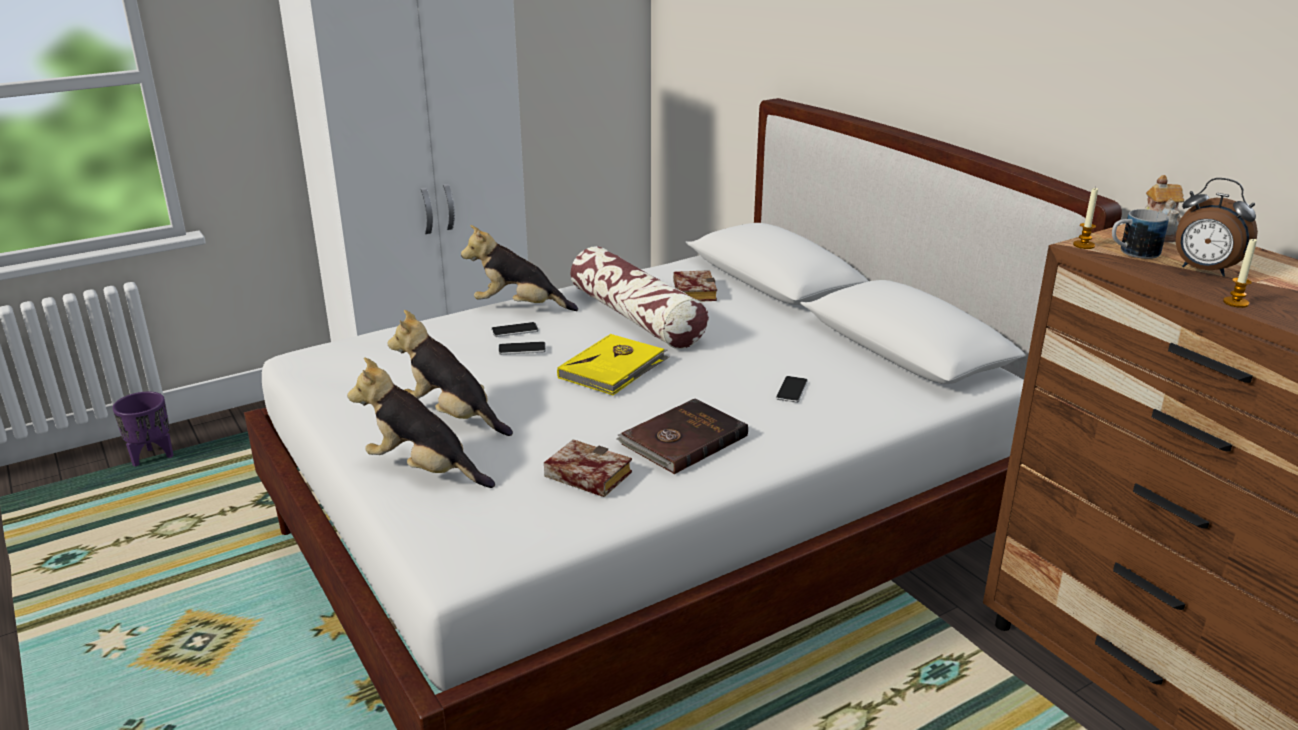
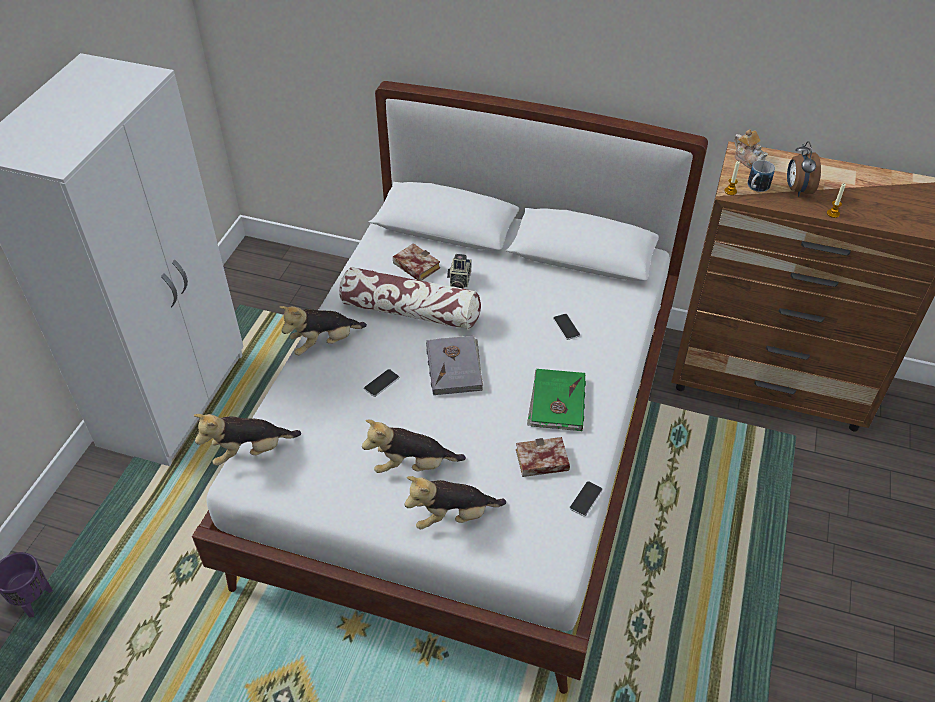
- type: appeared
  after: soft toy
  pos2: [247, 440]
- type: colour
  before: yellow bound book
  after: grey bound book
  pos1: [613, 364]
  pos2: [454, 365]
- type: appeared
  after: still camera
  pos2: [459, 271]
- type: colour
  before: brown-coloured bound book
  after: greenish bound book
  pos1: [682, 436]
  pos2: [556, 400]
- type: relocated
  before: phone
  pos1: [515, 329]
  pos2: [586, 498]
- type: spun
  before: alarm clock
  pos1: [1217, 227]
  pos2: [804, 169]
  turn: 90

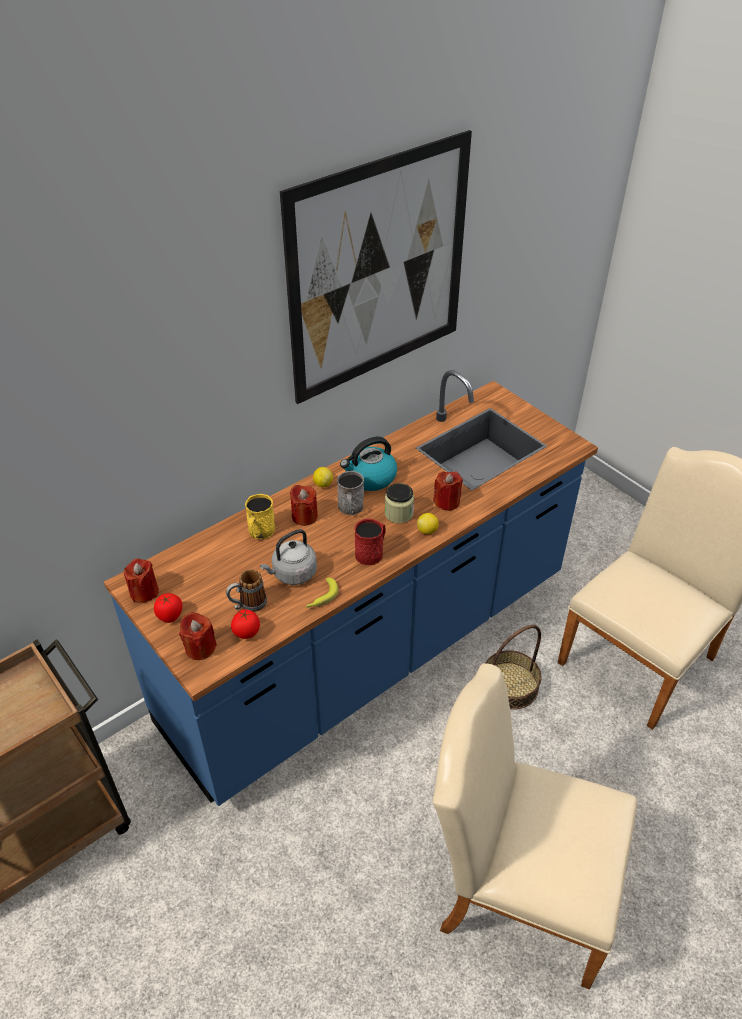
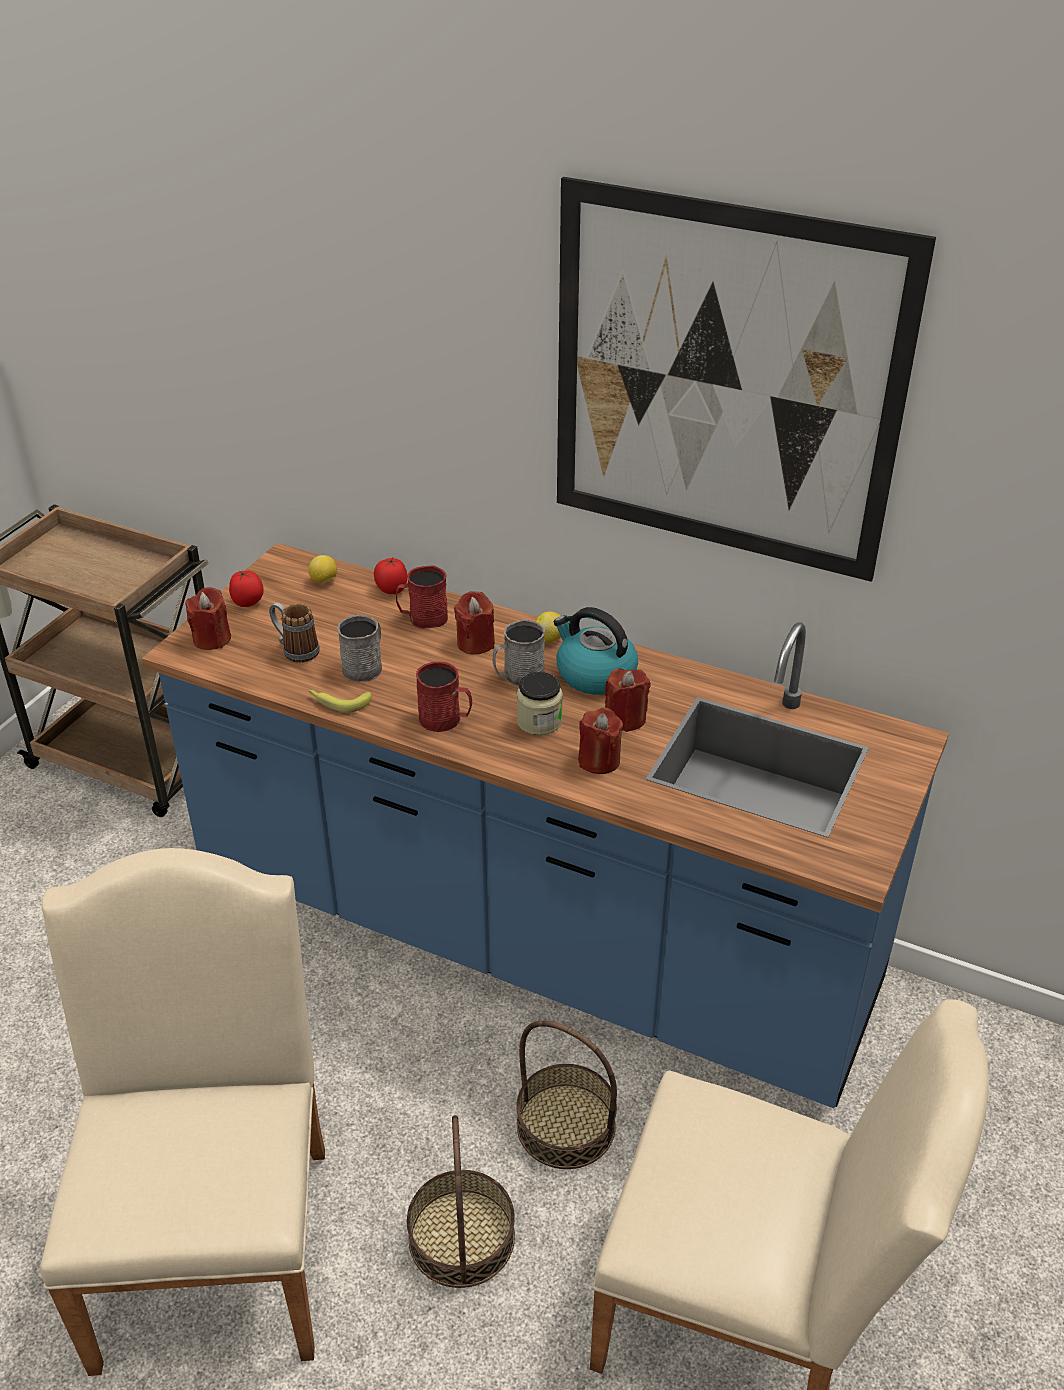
- type: relocated
  before: whole lemon
  pos1: [428, 523]
  pos2: [322, 569]
- type: exchanged
  before: grey tea kettle
  after: grey tea mug
  pos1: [288, 557]
  pos2: [359, 648]
- type: relocated
  before: fresh tomato
  pos1: [245, 624]
  pos2: [390, 576]
- type: colour
  before: yellow tea mug
  after: red tea mug
  pos1: [260, 516]
  pos2: [422, 597]
- type: appeared
  after: basket
  pos2: [461, 1201]
- type: relocated
  before: red candle
  pos1: [141, 581]
  pos2: [627, 700]

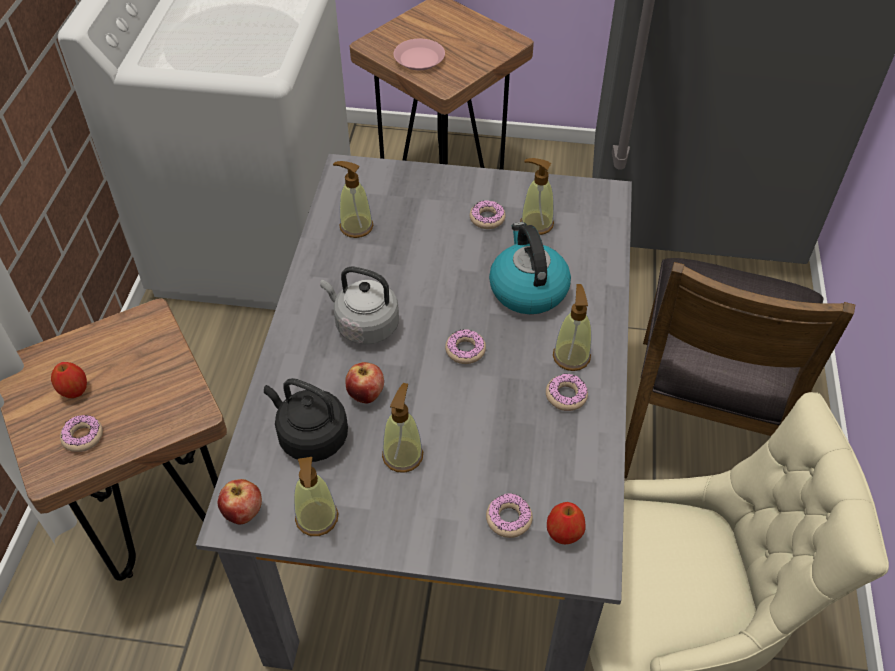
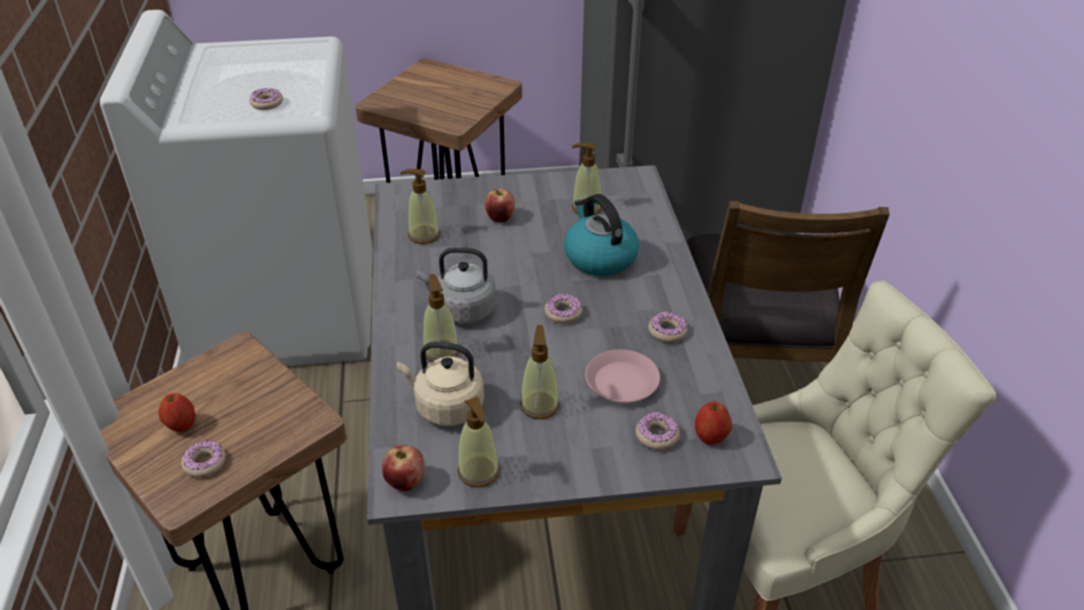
- type: relocated
  before: doughnut
  pos1: [487, 214]
  pos2: [266, 99]
- type: colour
  before: blackish tea kettle
  after: sand-coloured tea kettle
  pos1: [306, 420]
  pos2: [440, 384]
- type: relocated
  before: soap dispenser
  pos1: [572, 327]
  pos2: [441, 318]
- type: relocated
  before: whole apple
  pos1: [364, 382]
  pos2: [500, 205]
- type: relocated
  before: pink-coloured dinner plate
  pos1: [419, 54]
  pos2: [622, 376]

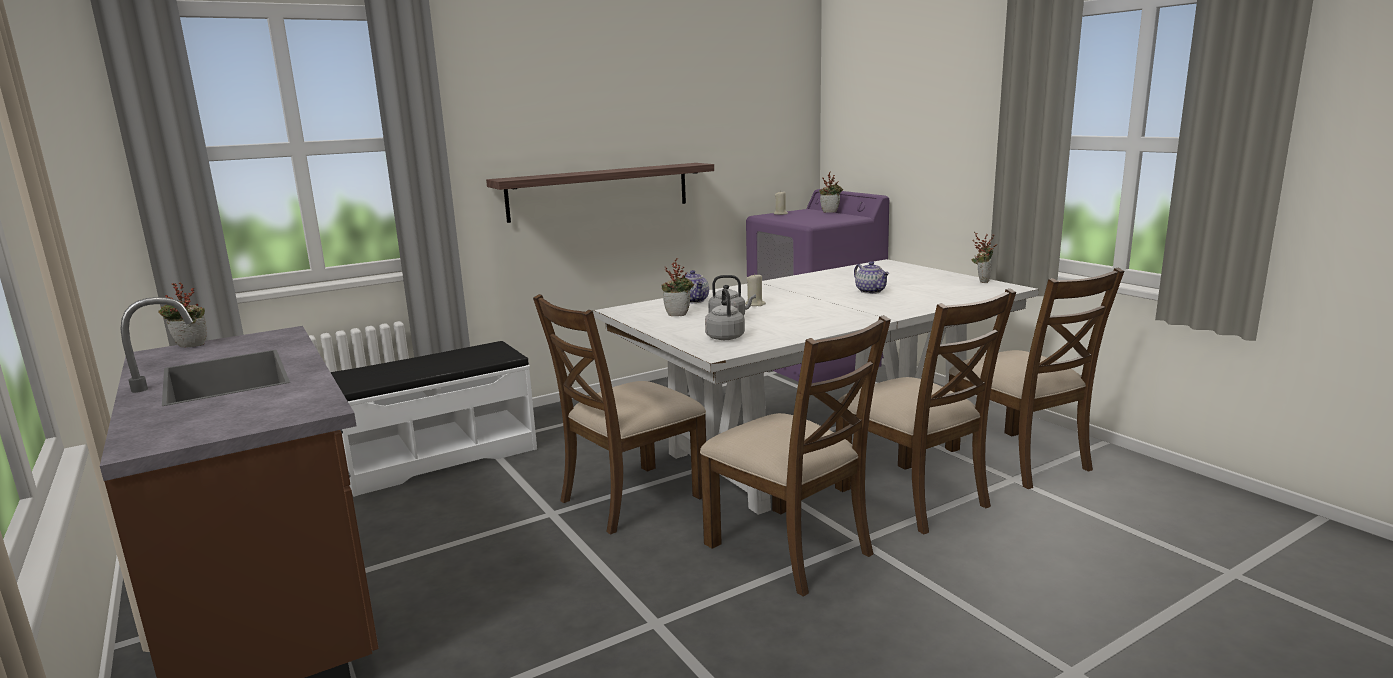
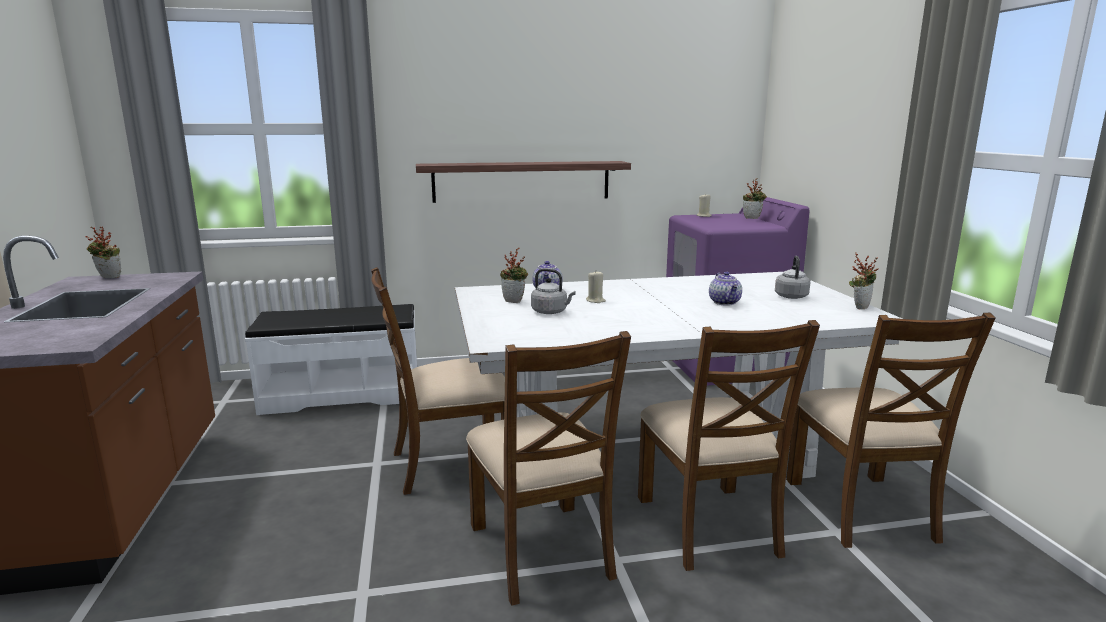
- type: relocated
  before: grey tea kettle
  pos1: [725, 314]
  pos2: [793, 277]

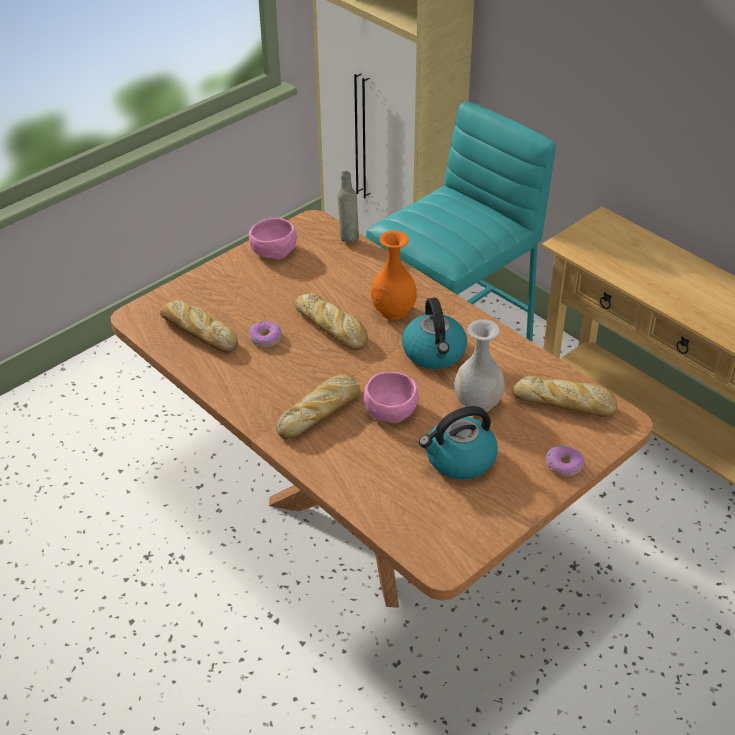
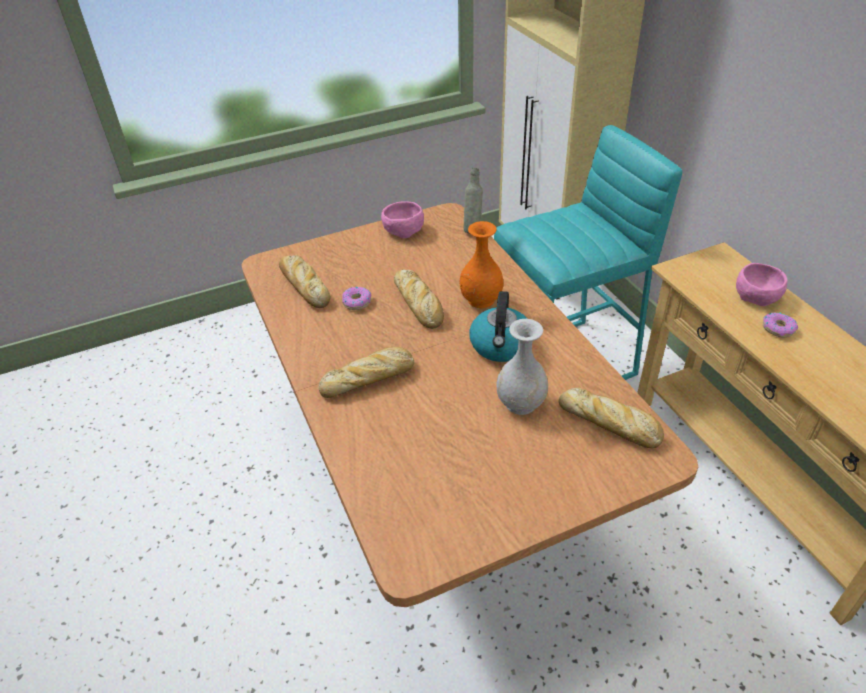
- type: relocated
  before: pink-coloured deep dish
  pos1: [391, 397]
  pos2: [762, 284]
- type: relocated
  before: doughnut
  pos1: [565, 461]
  pos2: [780, 324]
- type: missing
  before: tea kettle
  pos1: [458, 442]

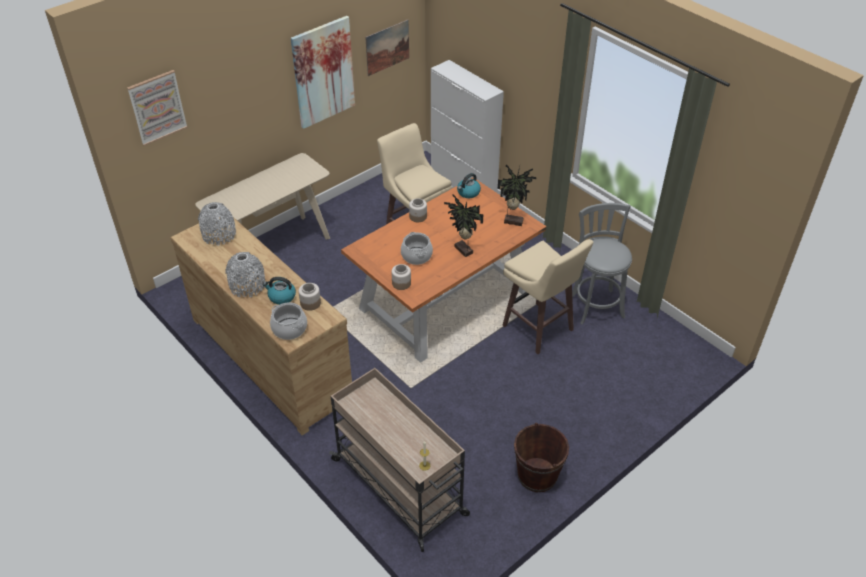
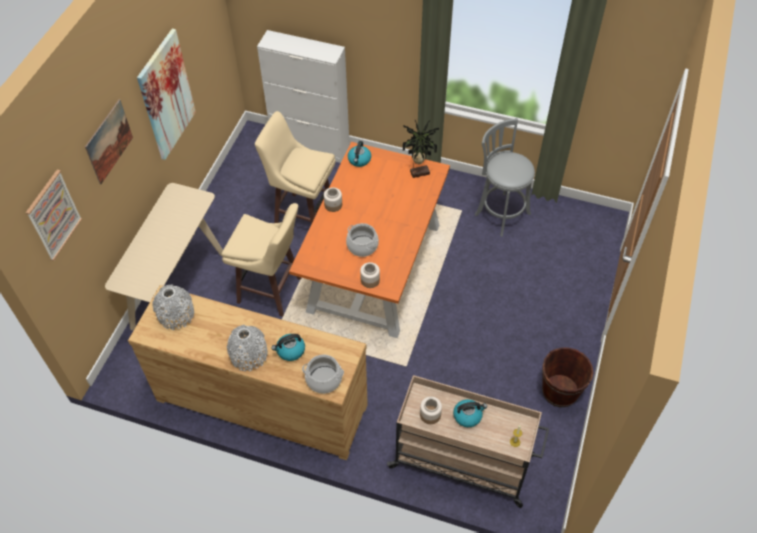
- type: relocated
  before: wall picture
  pos1: [387, 47]
  pos2: [109, 141]
- type: relocated
  before: sand-coloured sitting stool
  pos1: [548, 296]
  pos2: [261, 260]
- type: relocated
  before: preserve jar
  pos1: [310, 297]
  pos2: [431, 410]
- type: appeared
  after: tea kettle
  pos2: [470, 413]
- type: missing
  before: plant in a pot
  pos1: [463, 226]

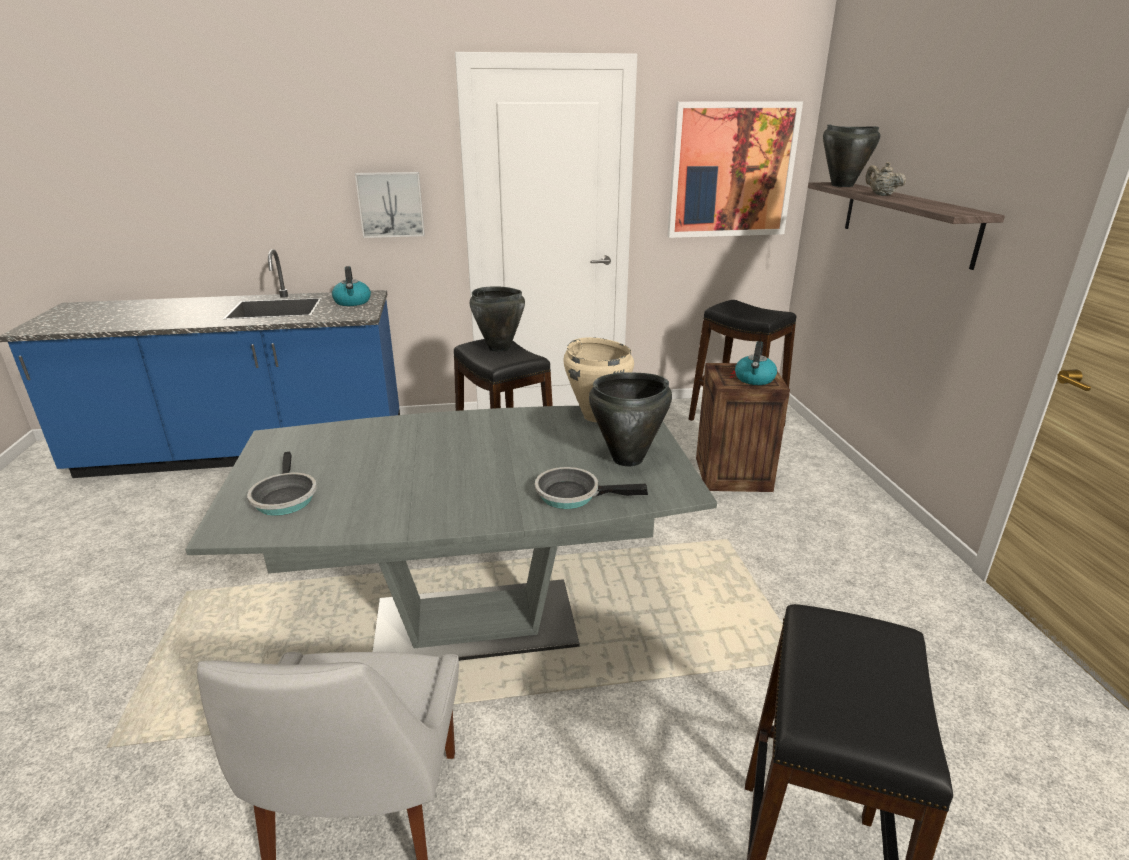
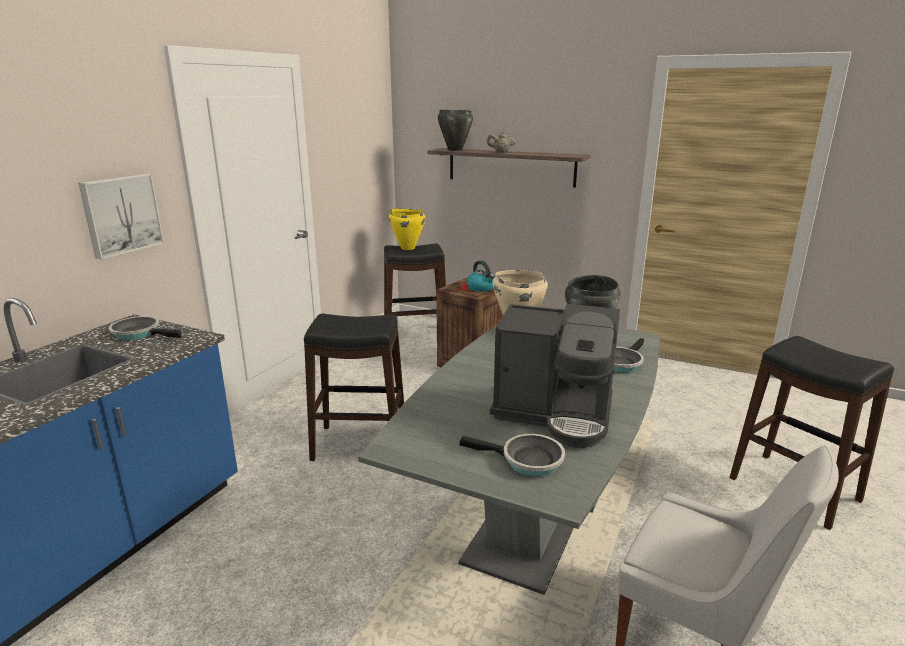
- type: exchanged
  before: tea kettle
  after: skillet
  pos1: [351, 286]
  pos2: [145, 328]
- type: appeared
  after: yellow cooking pot
  pos2: [407, 229]
- type: appeared
  after: coffee machine
  pos2: [555, 376]
- type: missing
  before: blackish cooking pot
  pos1: [497, 319]
- type: missing
  before: wall picture
  pos1: [735, 170]

